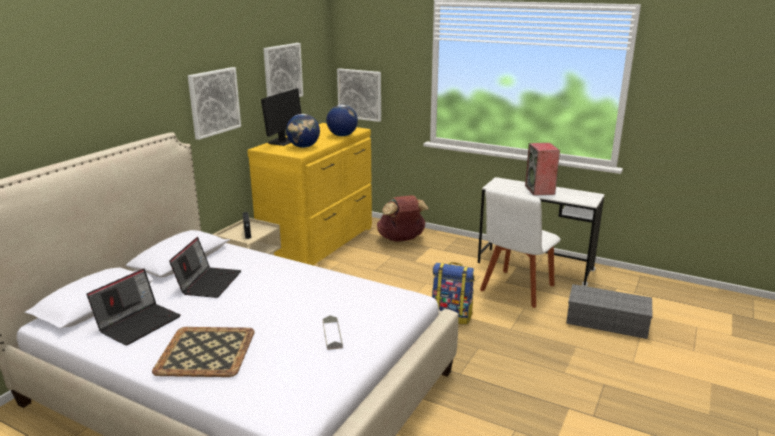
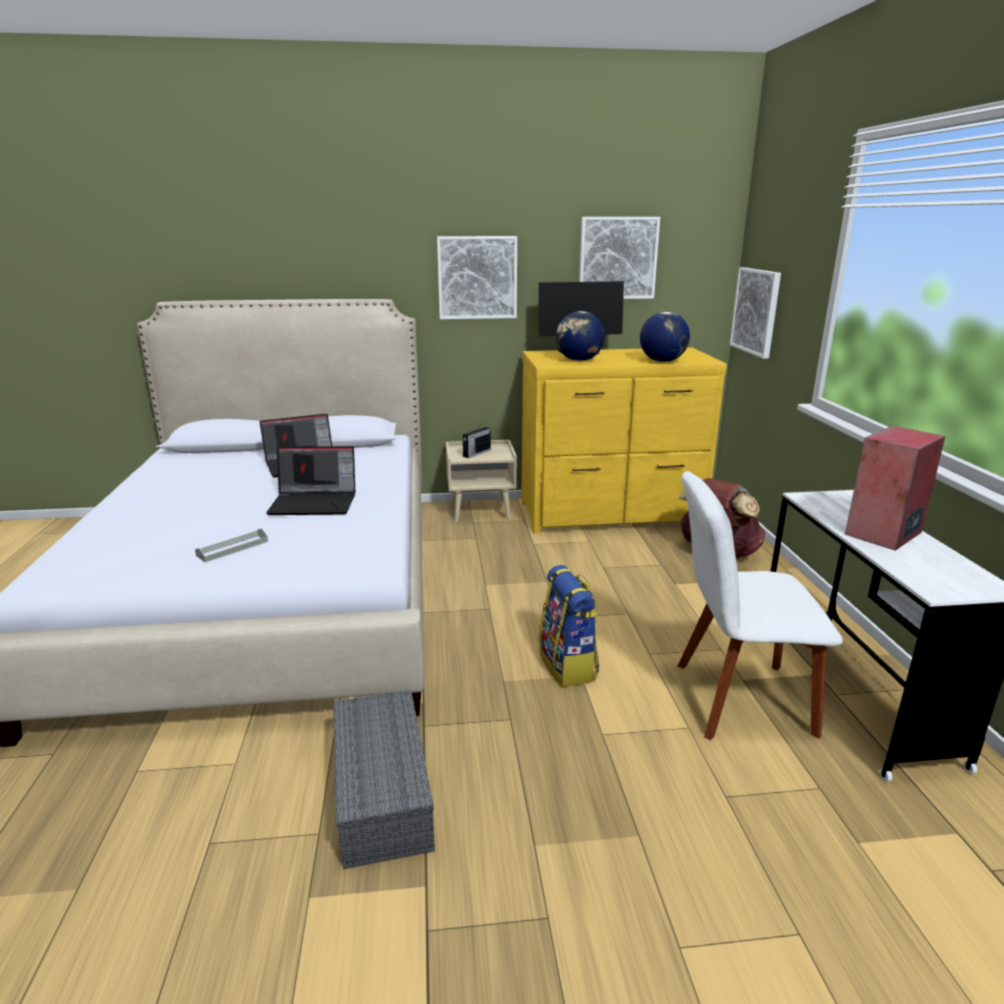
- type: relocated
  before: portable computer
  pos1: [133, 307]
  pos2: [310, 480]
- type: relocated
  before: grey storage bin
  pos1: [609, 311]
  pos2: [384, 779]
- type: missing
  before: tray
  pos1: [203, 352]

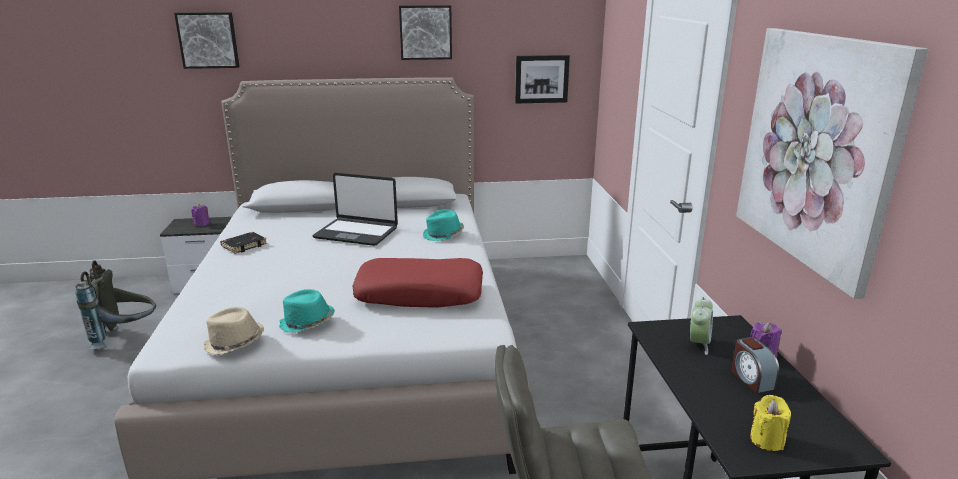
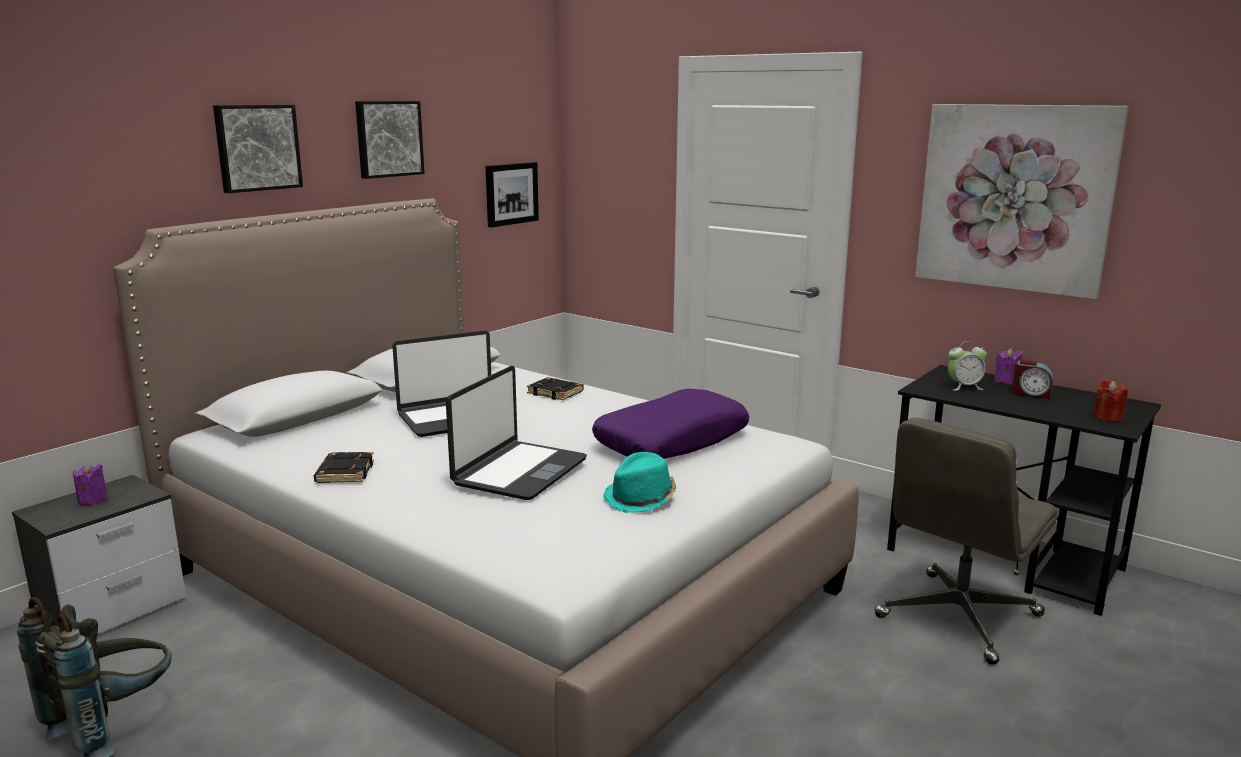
- type: relocated
  before: wall picture
  pos1: [206, 40]
  pos2: [258, 149]
- type: appeared
  after: portable computer
  pos2: [516, 433]
- type: exchanged
  before: turquoise-coloured hat
  after: blackish bound book
  pos1: [443, 225]
  pos2: [555, 388]
- type: colour
  before: red throw pillow
  after: purple throw pillow
  pos1: [417, 283]
  pos2: [670, 424]
- type: spun
  before: alarm clock
  pos1: [701, 326]
  pos2: [967, 366]
  turn: 105
- type: colour
  before: yellow candle
  after: red candle
  pos1: [770, 423]
  pos2: [1110, 401]
- type: missing
  before: sand-coloured hat
  pos1: [234, 331]

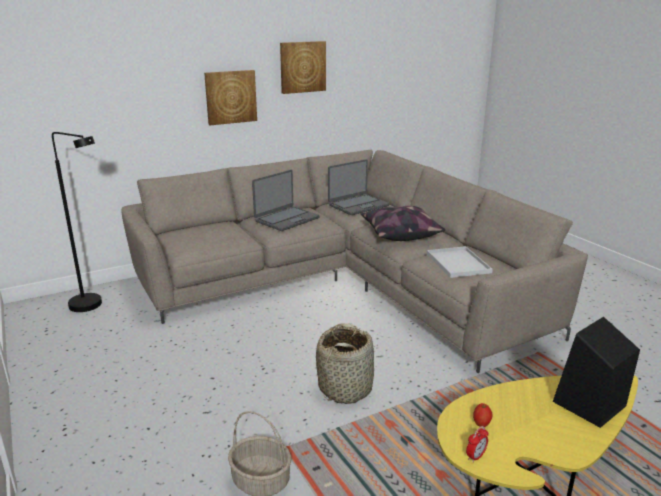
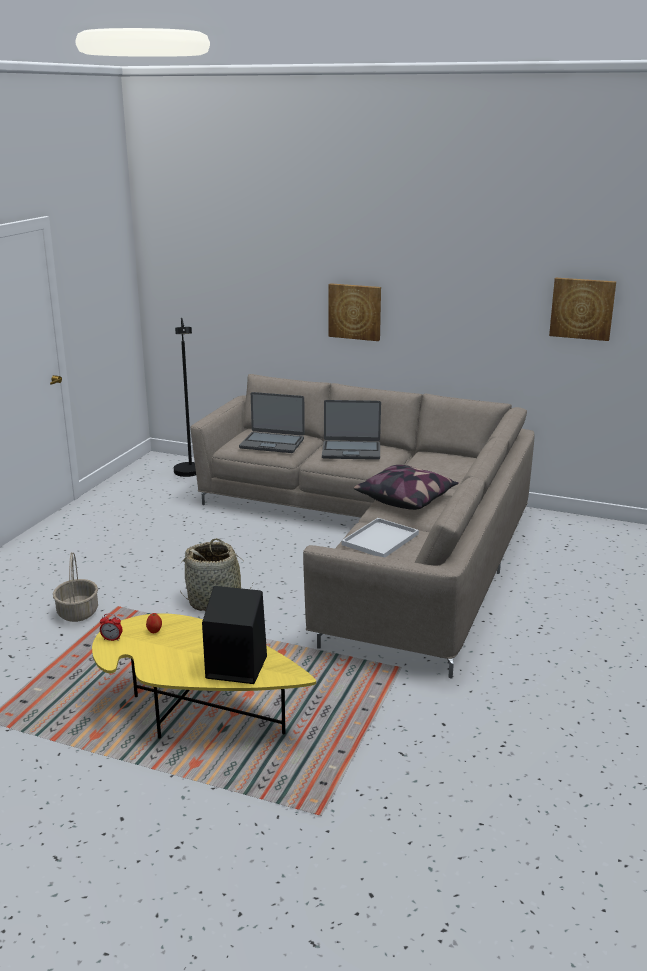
- type: relocated
  before: portable computer
  pos1: [358, 187]
  pos2: [272, 422]
- type: relocated
  before: wall picture
  pos1: [303, 67]
  pos2: [582, 309]

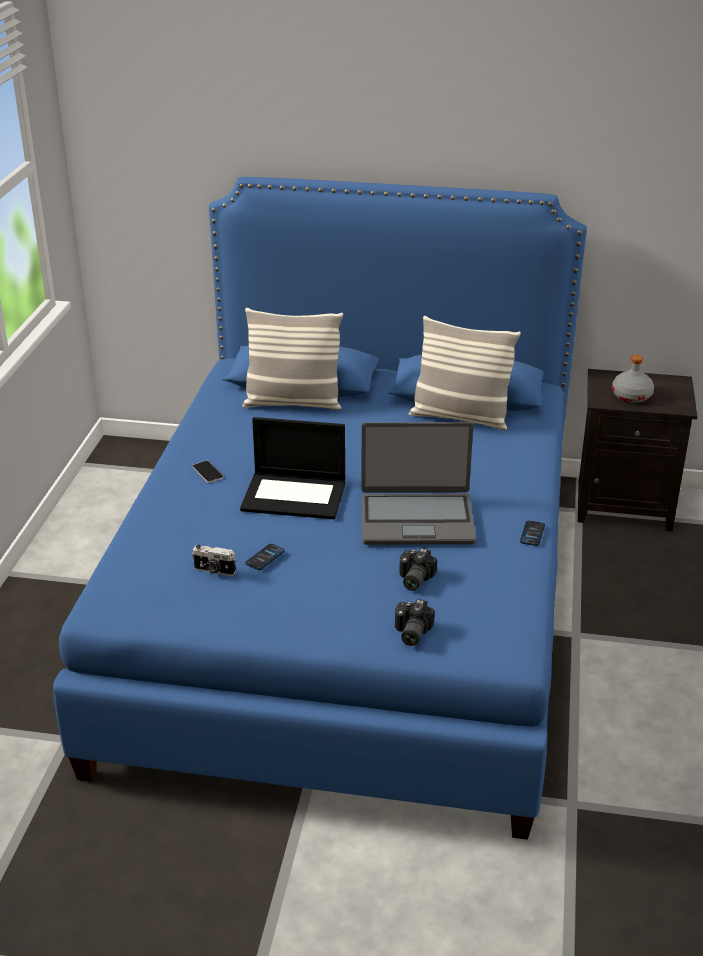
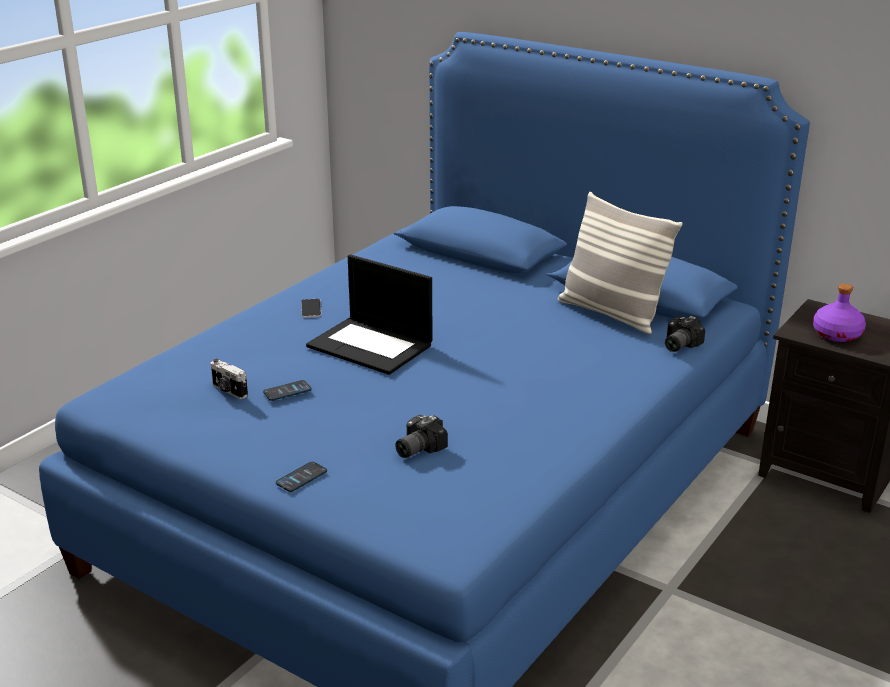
- type: relocated
  before: phone
  pos1: [532, 533]
  pos2: [301, 477]
- type: relocated
  before: still camera
  pos1: [415, 622]
  pos2: [685, 334]
- type: colour
  before: grey bottle
  after: purple bottle
  pos1: [633, 379]
  pos2: [839, 313]
- type: missing
  before: throw pillow
  pos1: [292, 359]
- type: missing
  before: portable computer
  pos1: [418, 483]

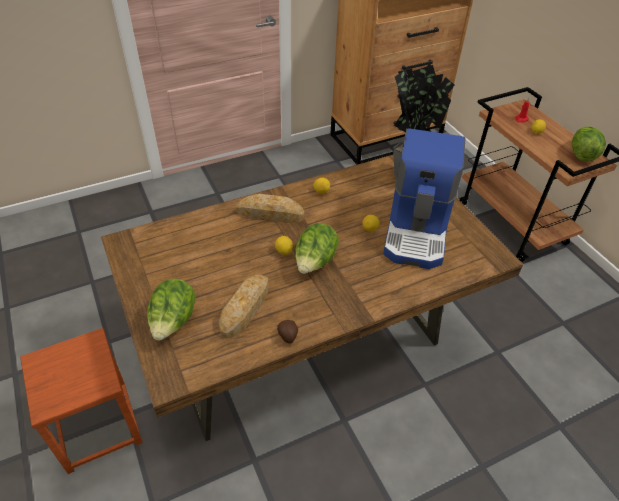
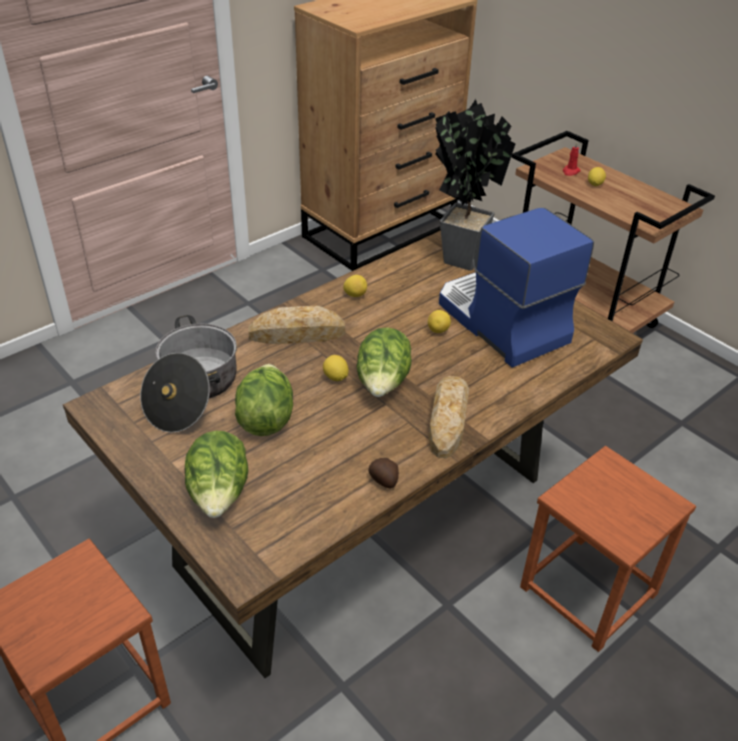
- type: appeared
  after: cooking pot
  pos2: [188, 374]
- type: relocated
  before: head of lettuce
  pos1: [589, 144]
  pos2: [264, 400]
- type: relocated
  before: baked bread
  pos1: [244, 307]
  pos2: [449, 417]
- type: spun
  before: coffee machine
  pos1: [424, 198]
  pos2: [516, 287]
  turn: 150
- type: appeared
  after: brown-coloured sitting stool
  pos2: [608, 549]

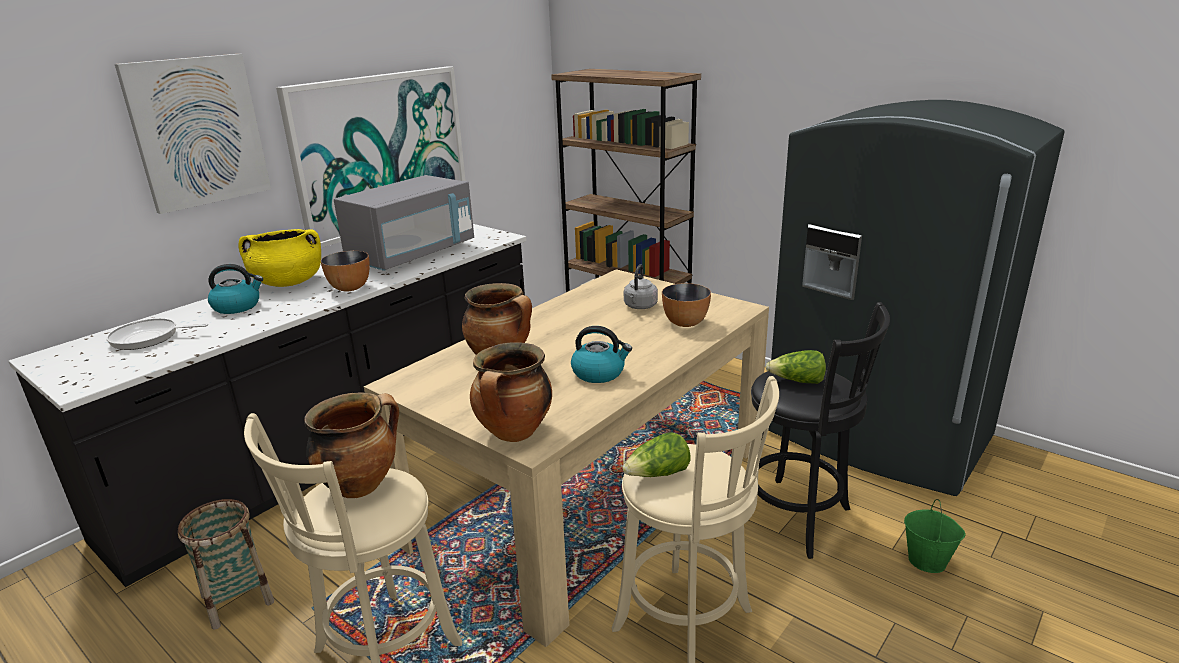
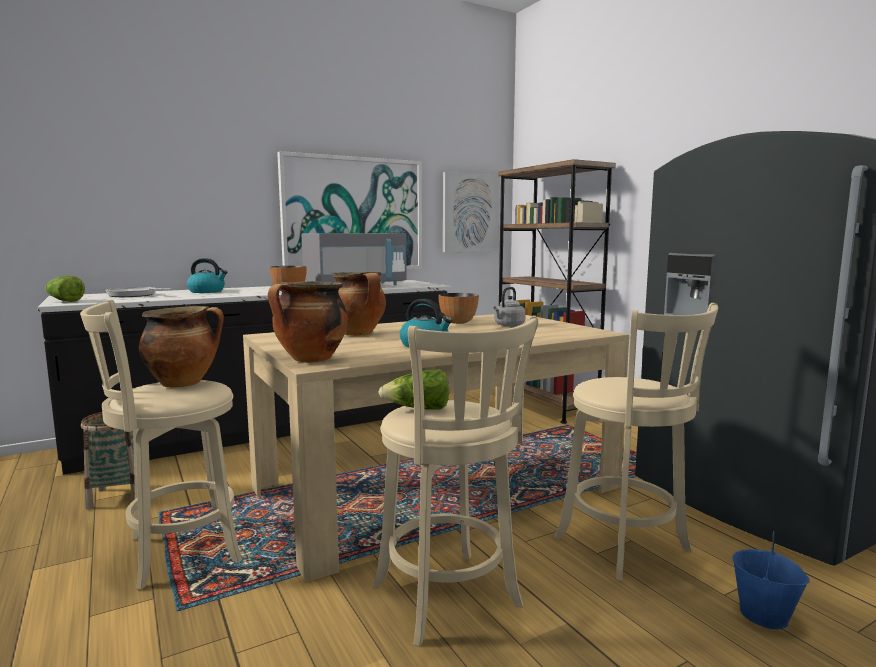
- type: relocated
  before: head of lettuce
  pos1: [796, 367]
  pos2: [65, 289]
- type: relocated
  before: deep dish
  pos1: [686, 305]
  pos2: [459, 308]
- type: relocated
  before: wall picture
  pos1: [193, 134]
  pos2: [471, 212]
- type: colour
  before: blackish sitting stool
  after: sand-coloured sitting stool
  pos1: [820, 430]
  pos2: [636, 442]
- type: colour
  before: greenish pail
  after: blue pail
  pos1: [935, 536]
  pos2: [771, 580]
- type: missing
  before: yellow cooking pot
  pos1: [279, 258]

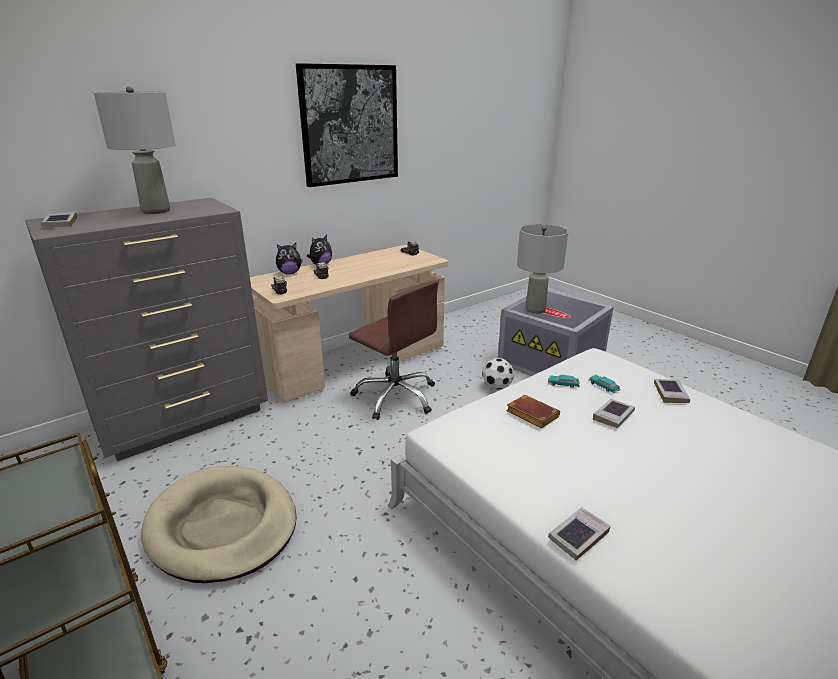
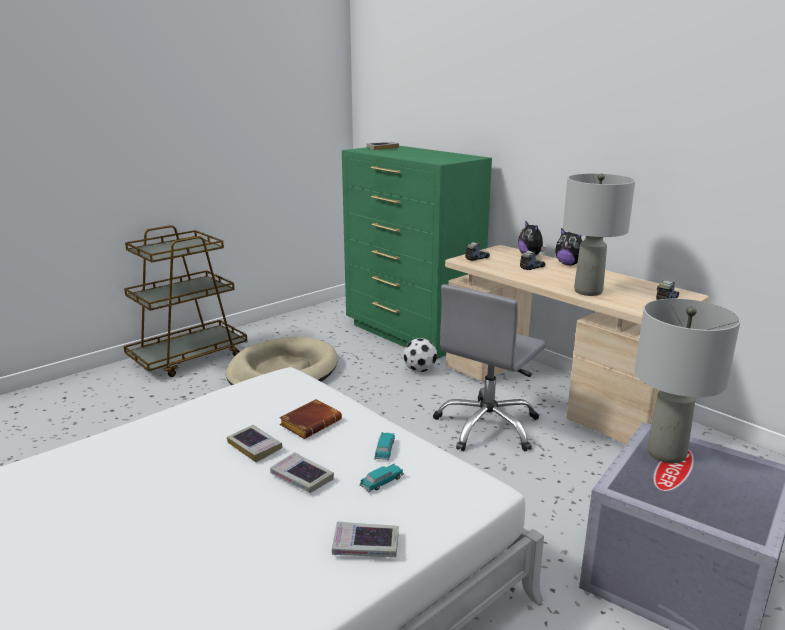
- type: relocated
  before: bound book
  pos1: [579, 534]
  pos2: [255, 443]
- type: colour
  before: grey drawer chest
  after: greenish drawer chest
  pos1: [146, 329]
  pos2: [417, 252]
- type: relocated
  before: ball for football
  pos1: [498, 374]
  pos2: [420, 355]
- type: colour
  before: brown-coloured computer chair
  after: grey computer chair
  pos1: [394, 350]
  pos2: [489, 367]
- type: relocated
  before: grey table lamp
  pos1: [134, 150]
  pos2: [599, 235]
- type: missing
  before: wall picture
  pos1: [347, 125]

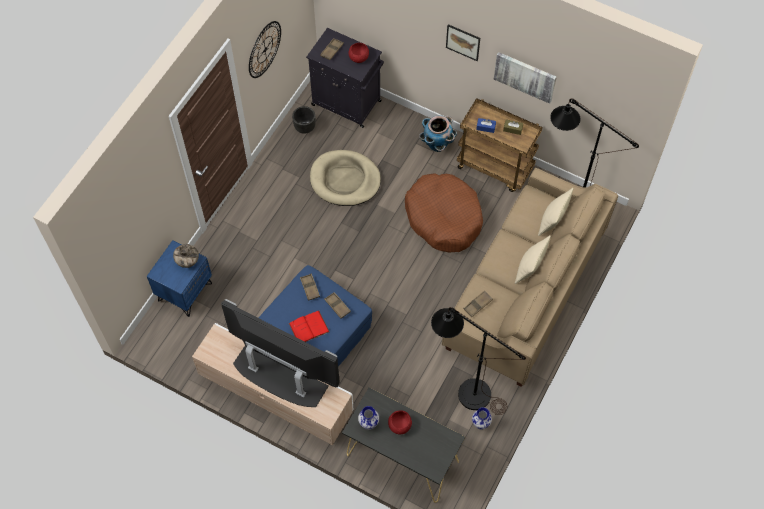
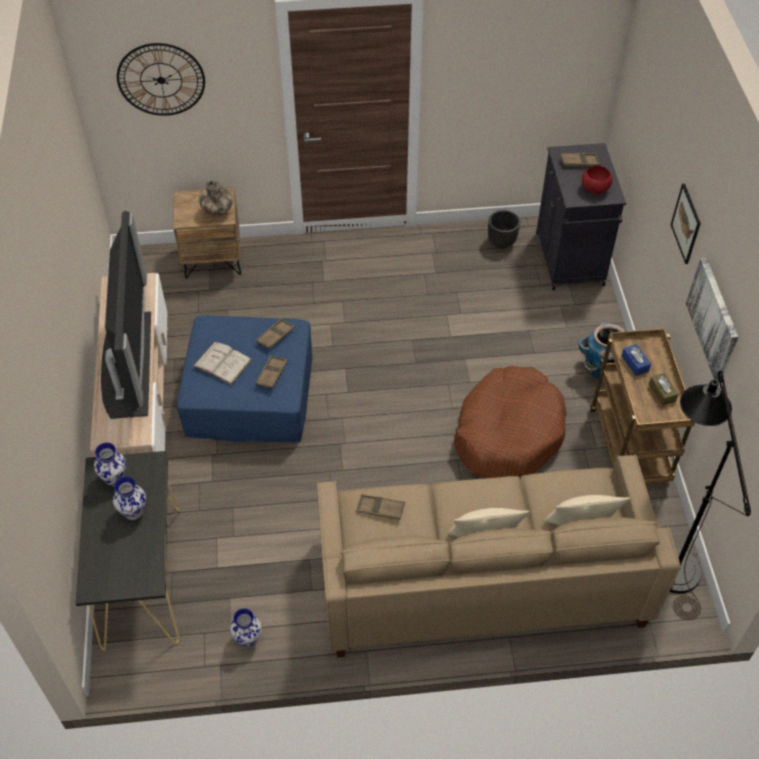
- type: exchanged
  before: red deep dish
  after: flower vase
  pos1: [400, 422]
  pos2: [129, 498]
- type: relocated
  before: hanging clock
  pos1: [265, 49]
  pos2: [161, 79]
- type: colour
  before: blue bedside table
  after: brown-coloured bedside table
  pos1: [179, 278]
  pos2: [207, 232]
- type: colour
  before: red bound book
  after: white bound book
  pos1: [309, 326]
  pos2: [222, 363]
- type: missing
  before: sand-coloured pet bed
  pos1: [345, 178]
- type: missing
  before: blackish floor lamp
  pos1: [478, 361]

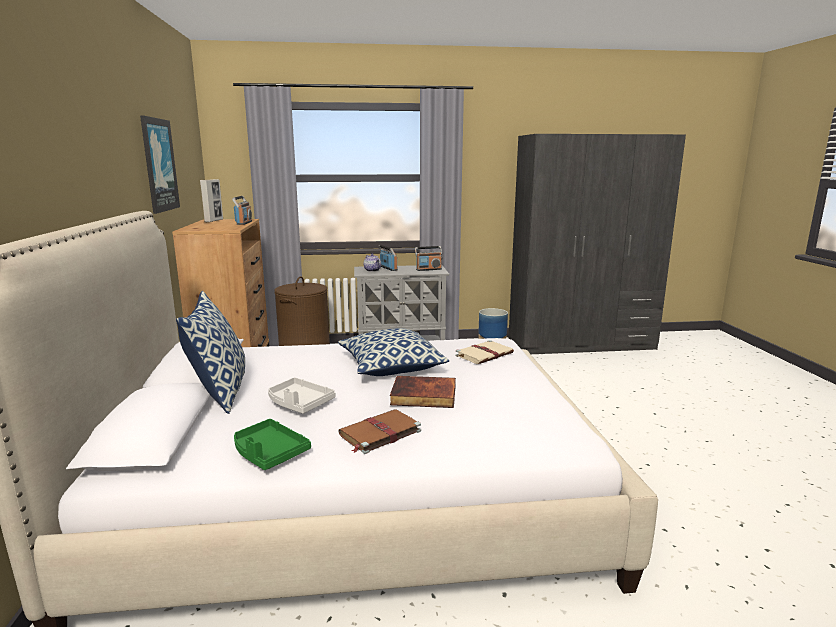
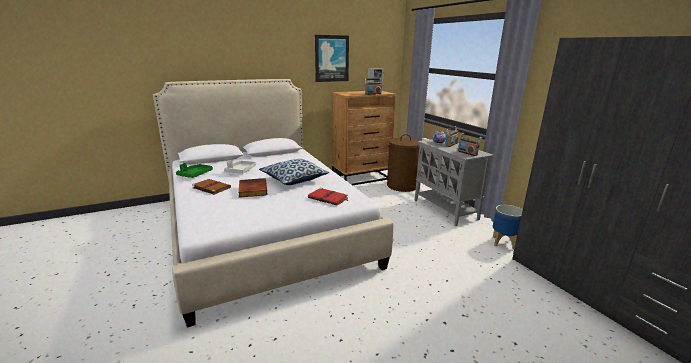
- type: colour
  before: sand-coloured bound book
  after: red bound book
  pos1: [484, 352]
  pos2: [328, 196]
- type: missing
  before: throw pillow
  pos1: [210, 352]

